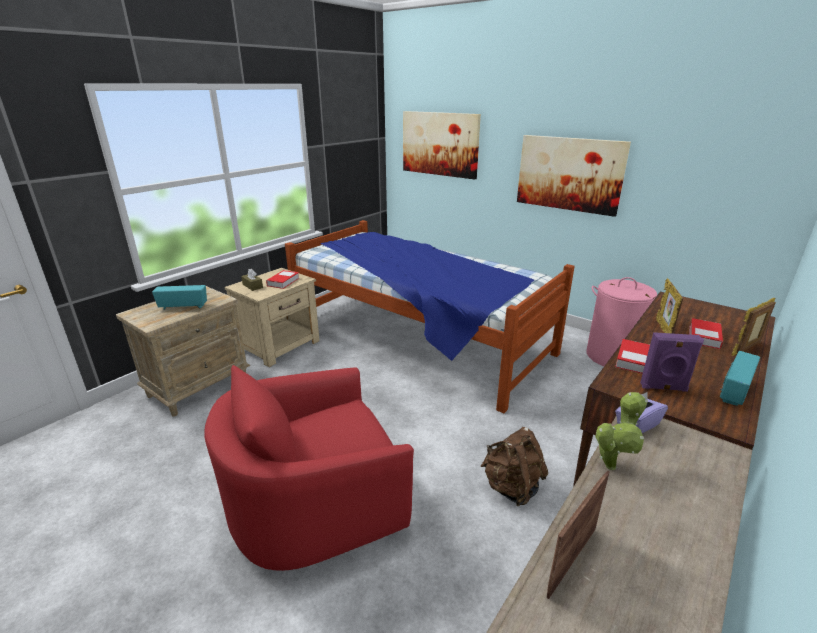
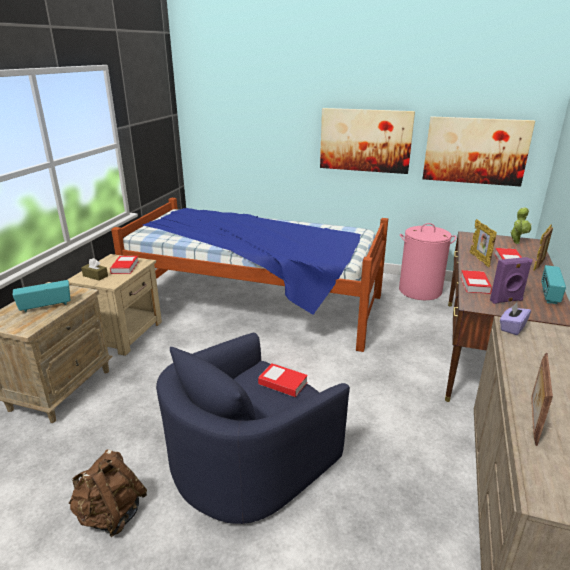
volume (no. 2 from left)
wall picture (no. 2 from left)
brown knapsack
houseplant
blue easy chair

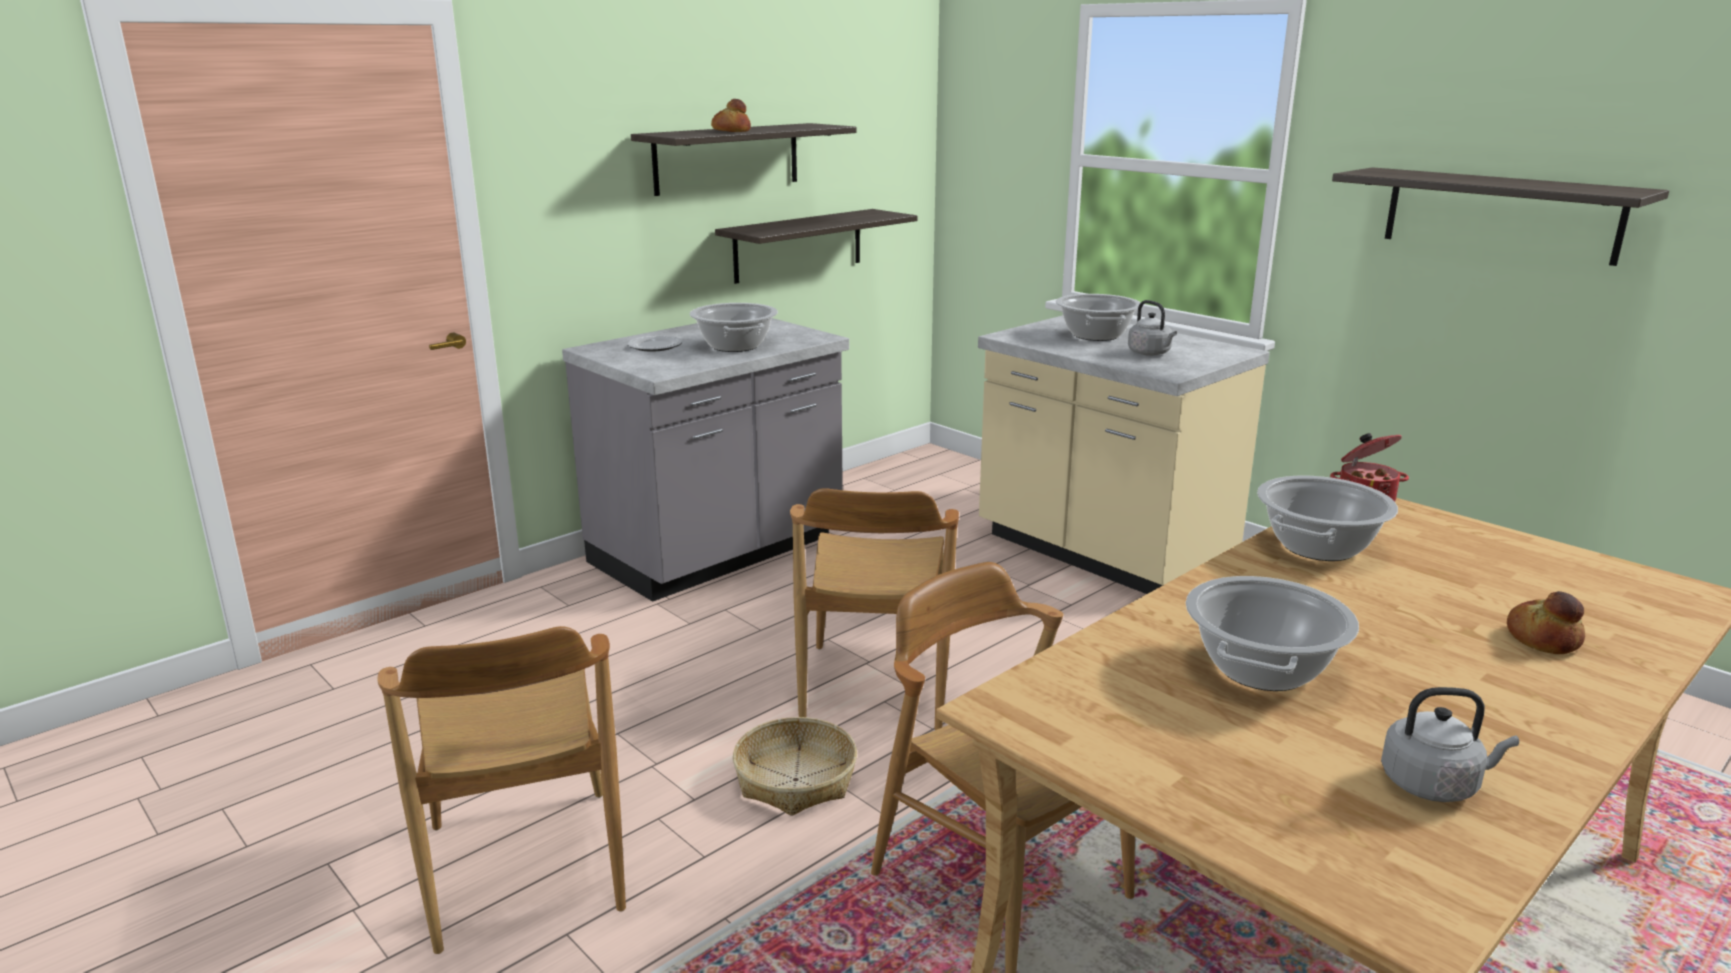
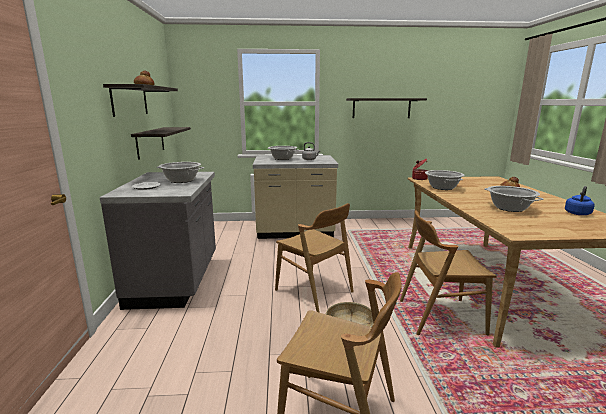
blue kettle

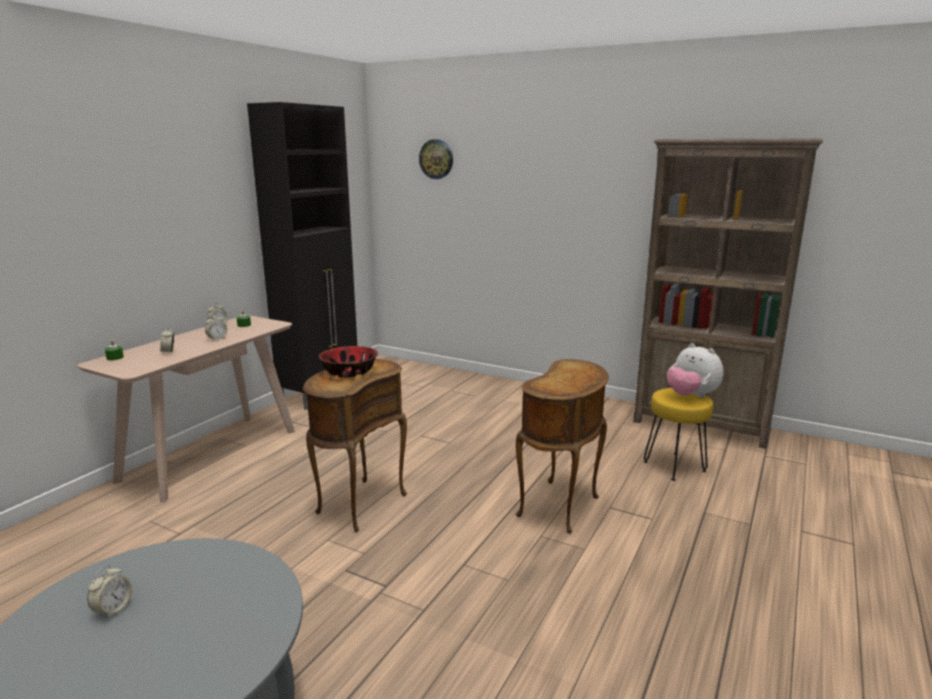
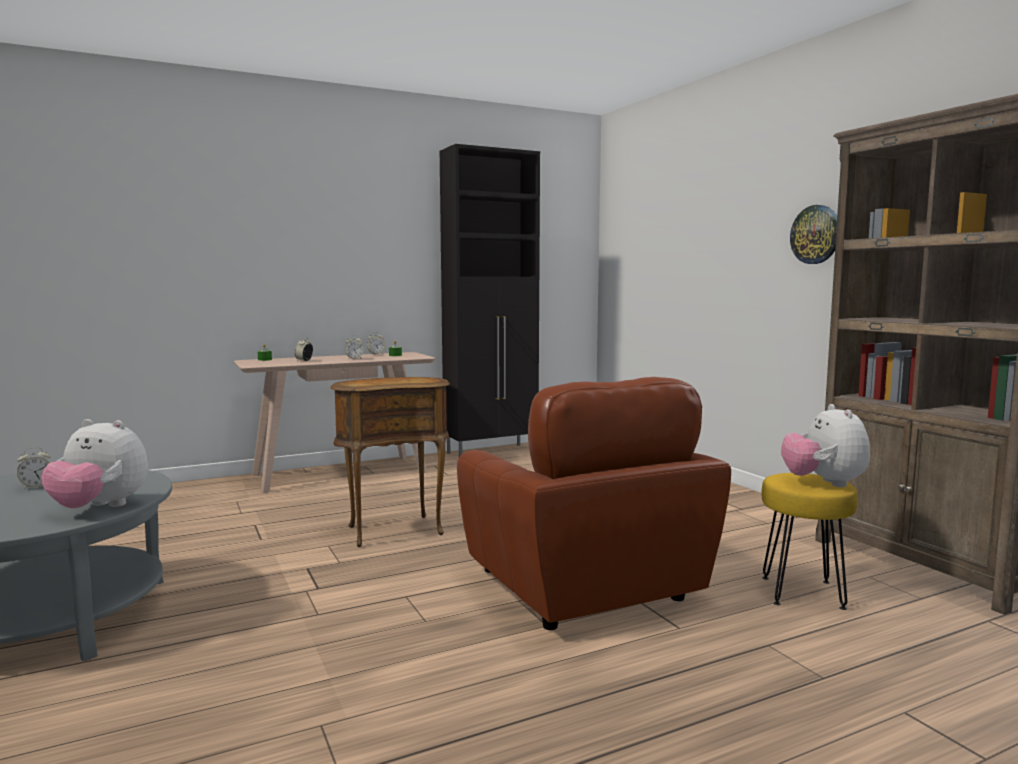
deep dish
cuddly toy (no. 1 from left)
clock on the wall
brown easy chair

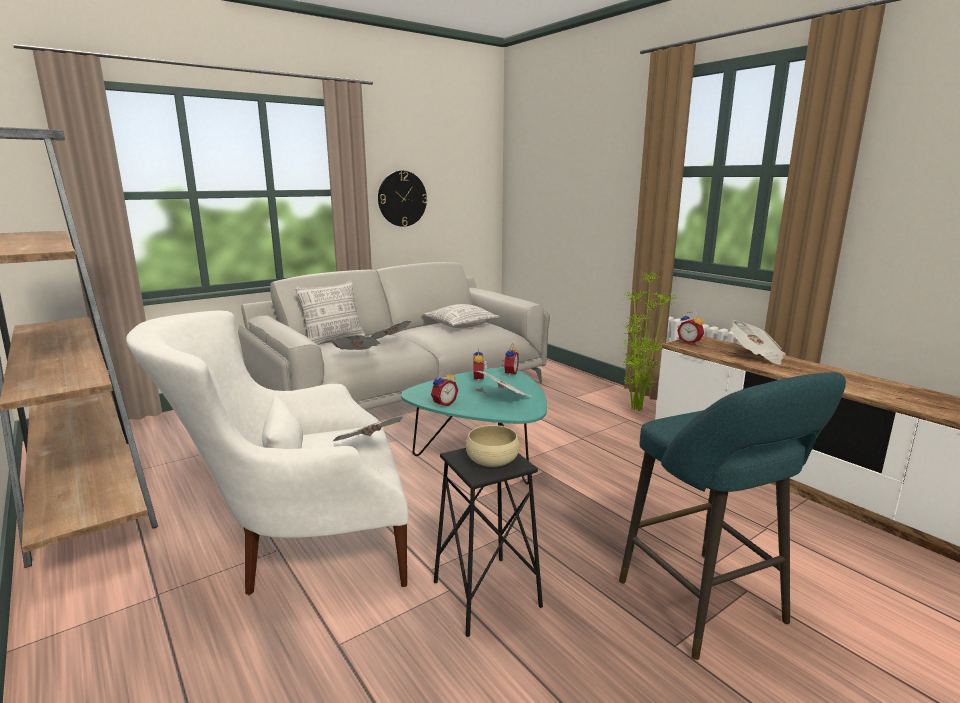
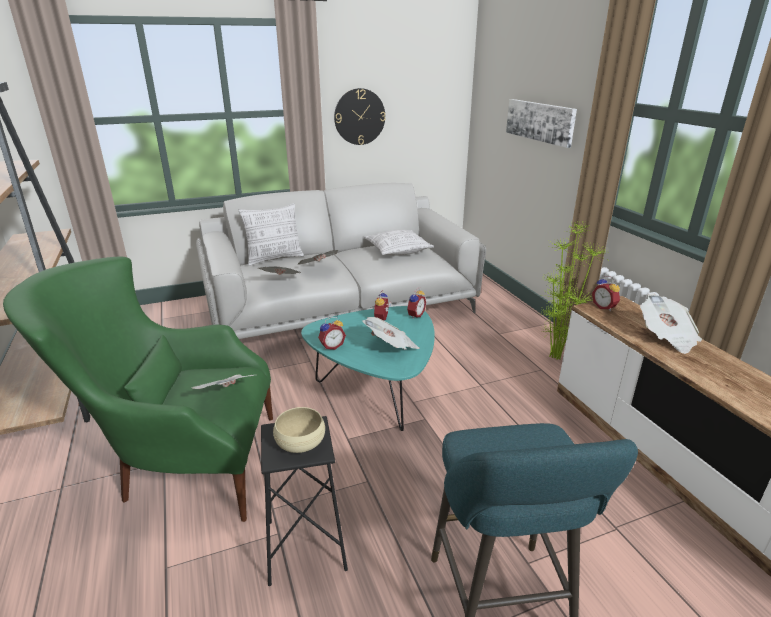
wall picture
green easy chair

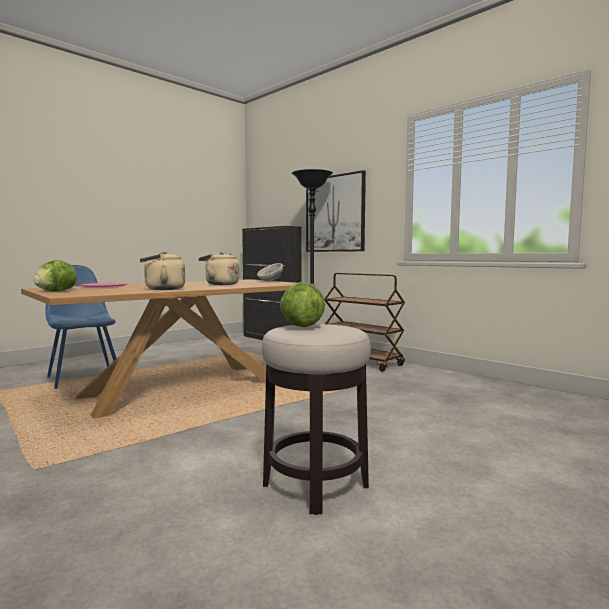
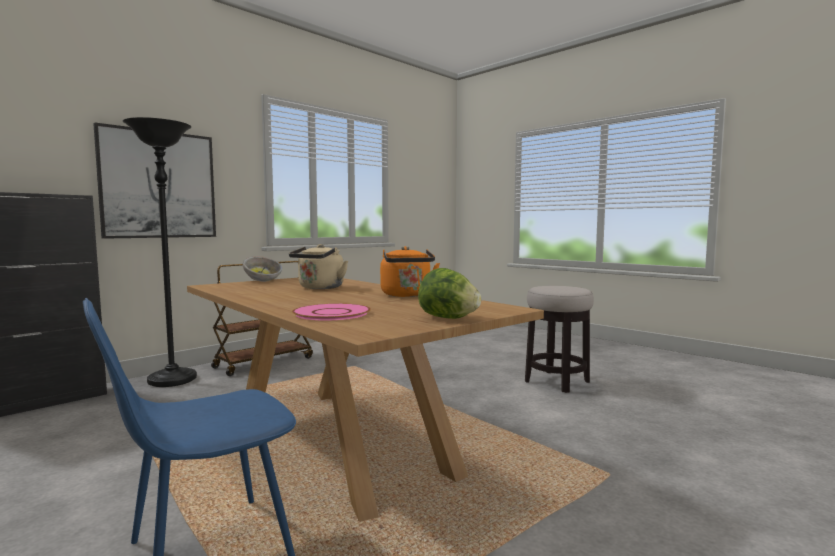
lettuce (no. 2 from left in the first image)
orange-coloured kettle

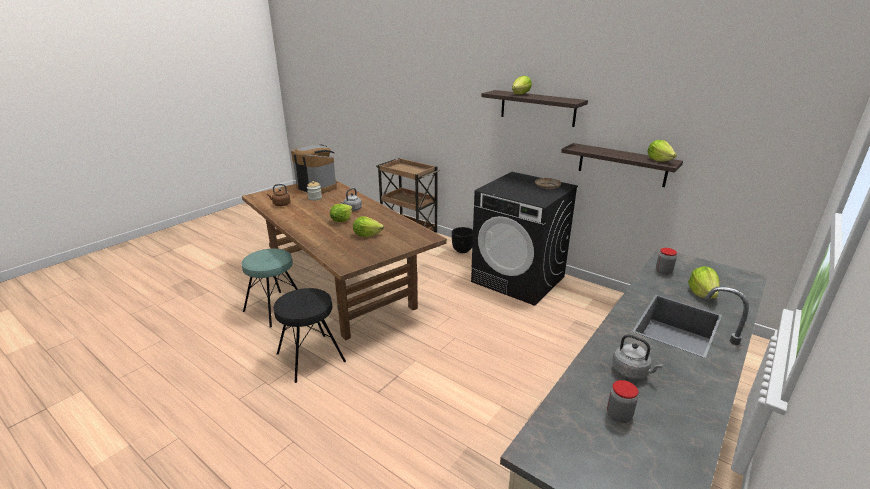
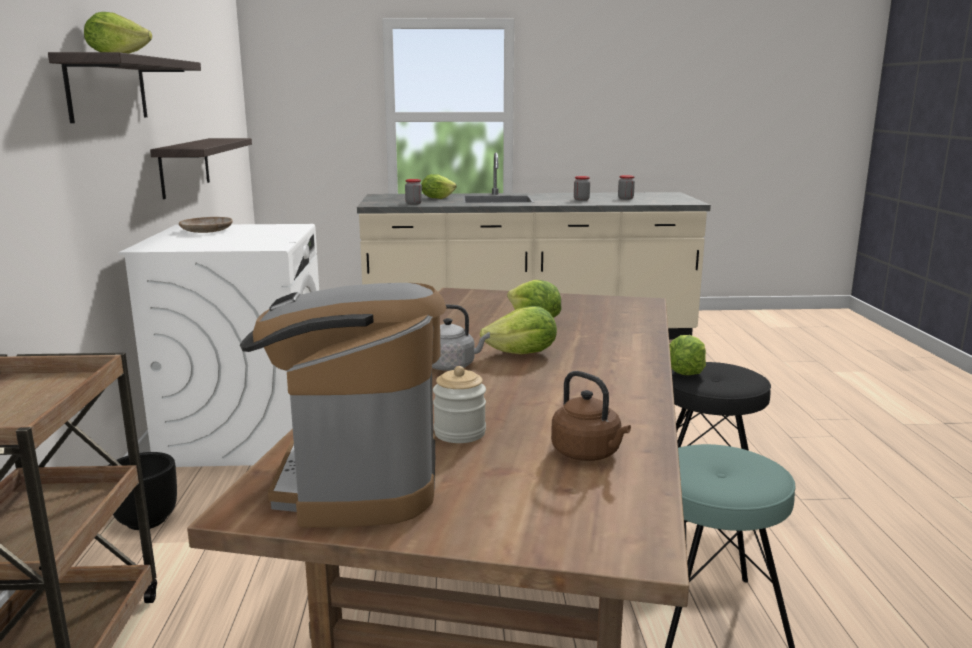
lettuce (no. 5 from left)
preserve jar (no. 3 from left)
whitish laundry appliance

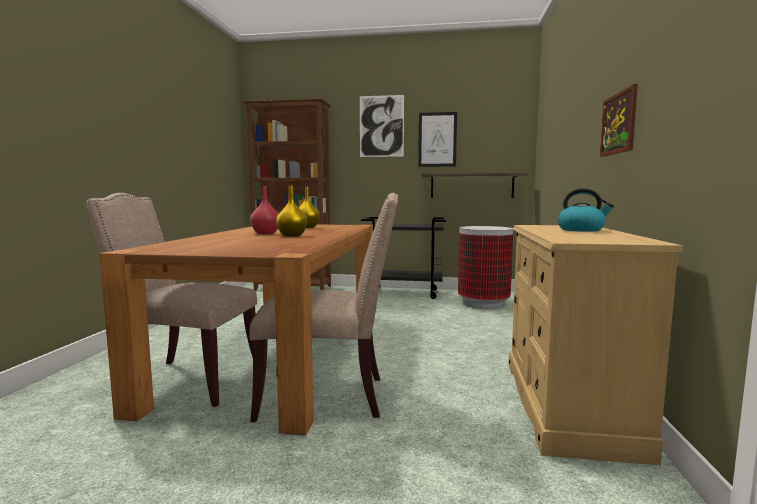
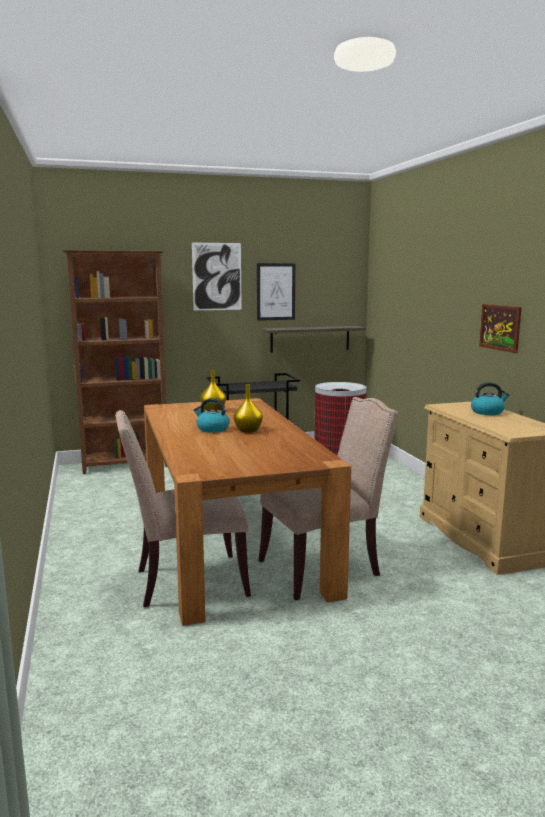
kettle (no. 1 from left)

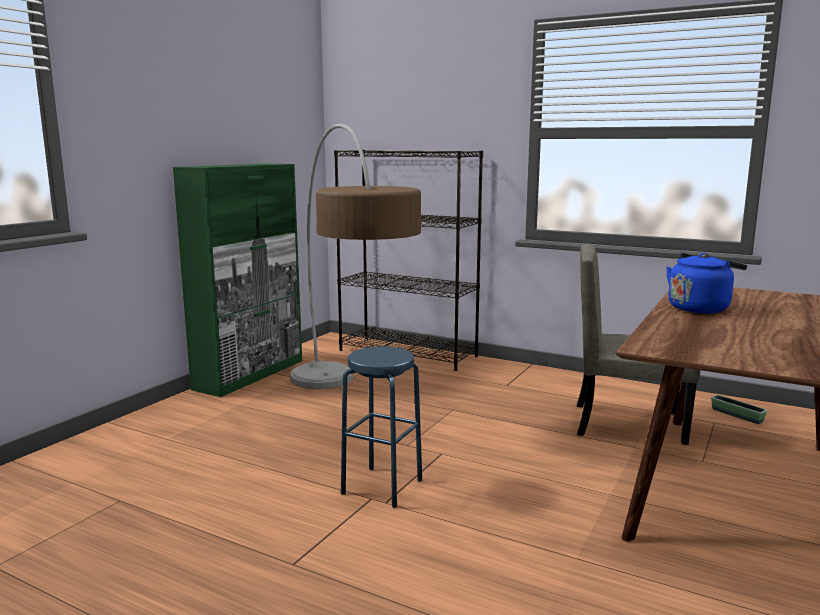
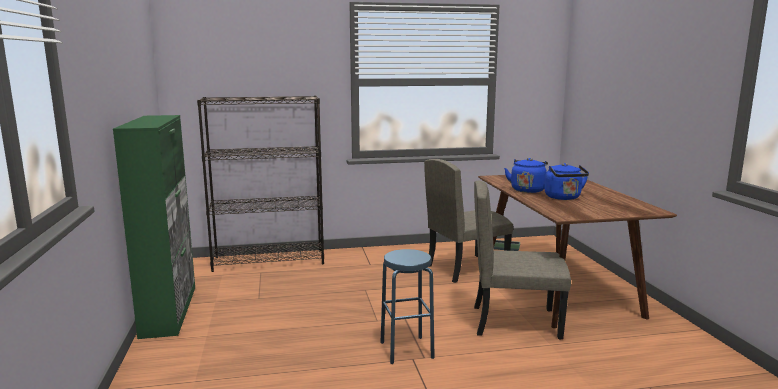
standing lamp
beige-coloured chair (no. 2 from left)
blue kettle (no. 2 from left)

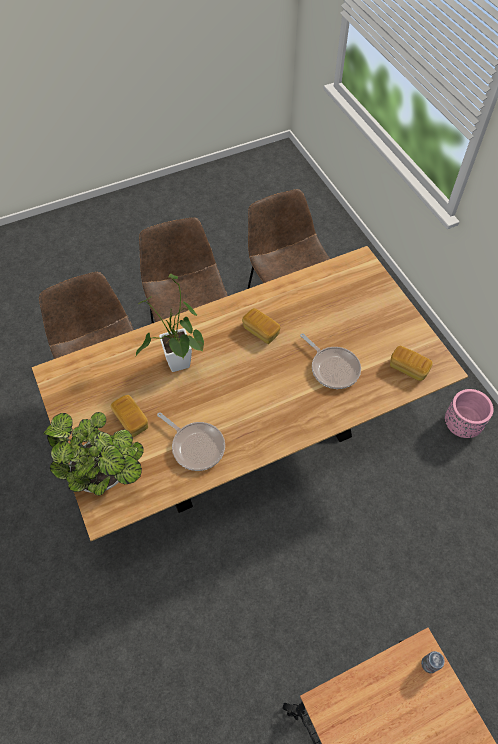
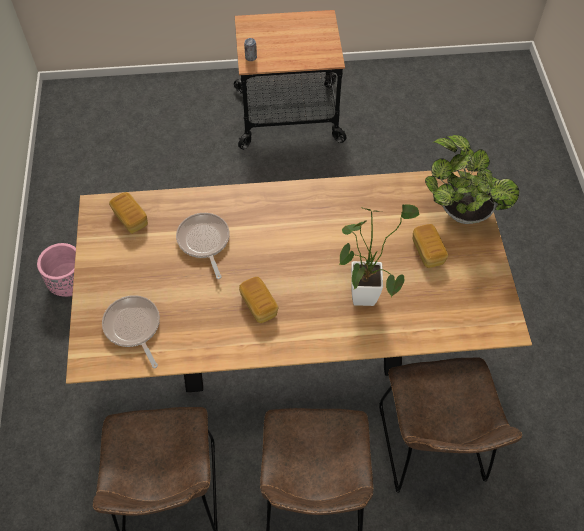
pan (no. 1 from left)

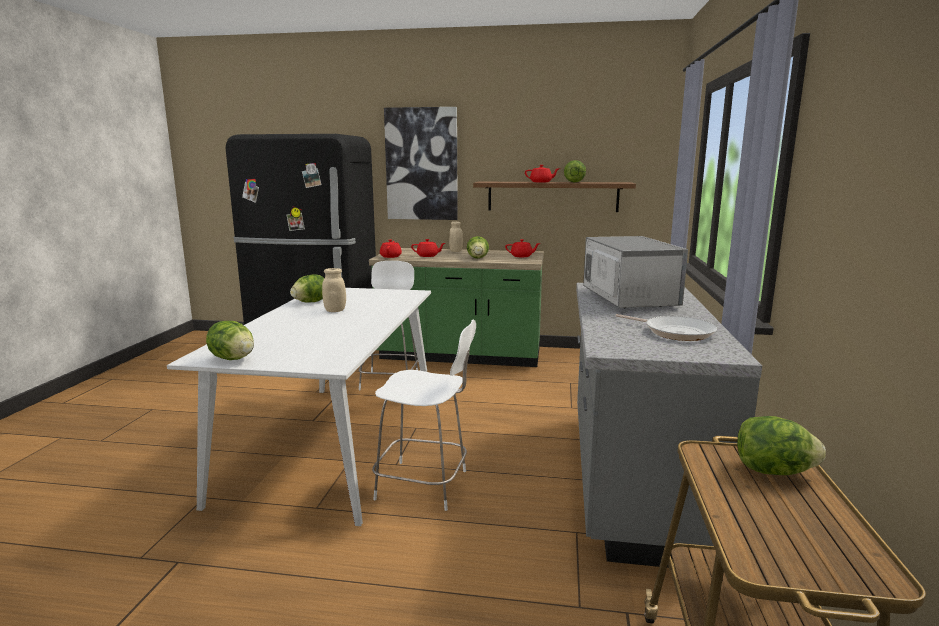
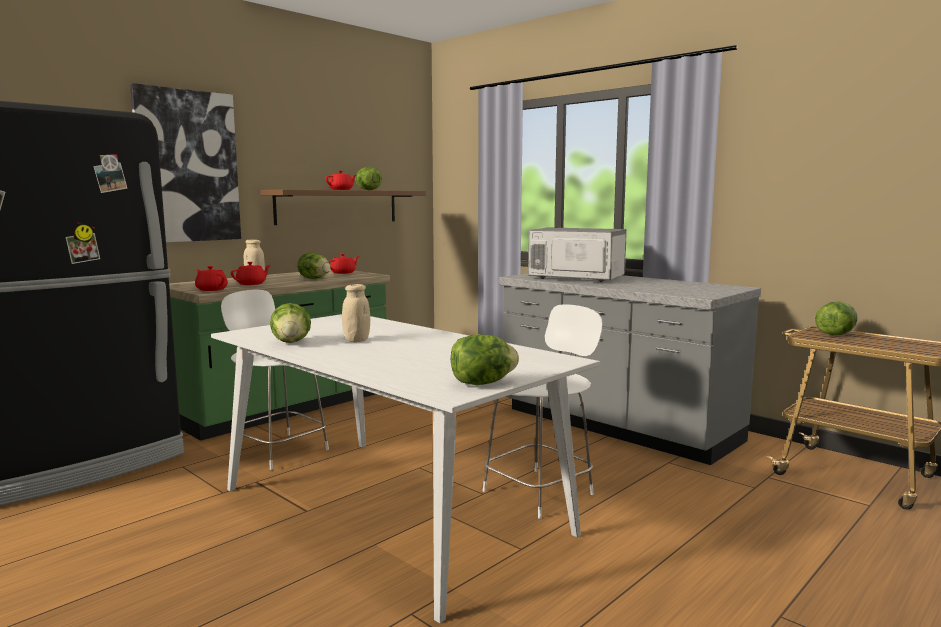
pan

